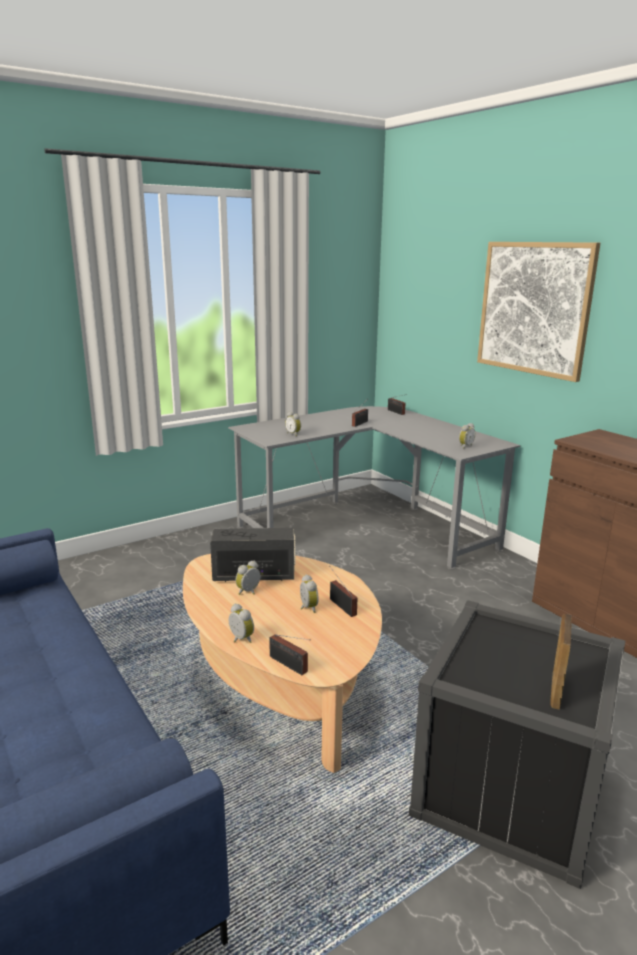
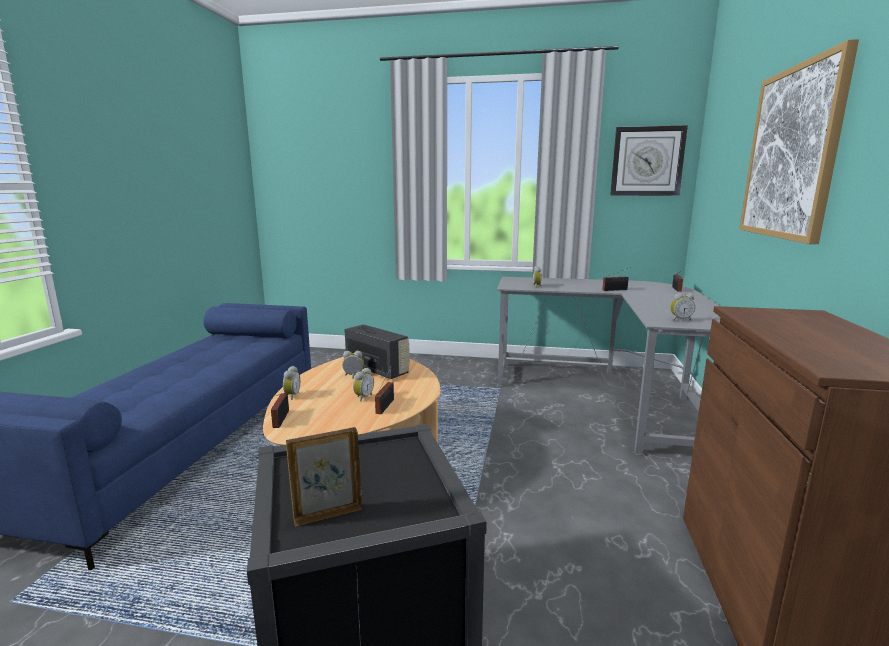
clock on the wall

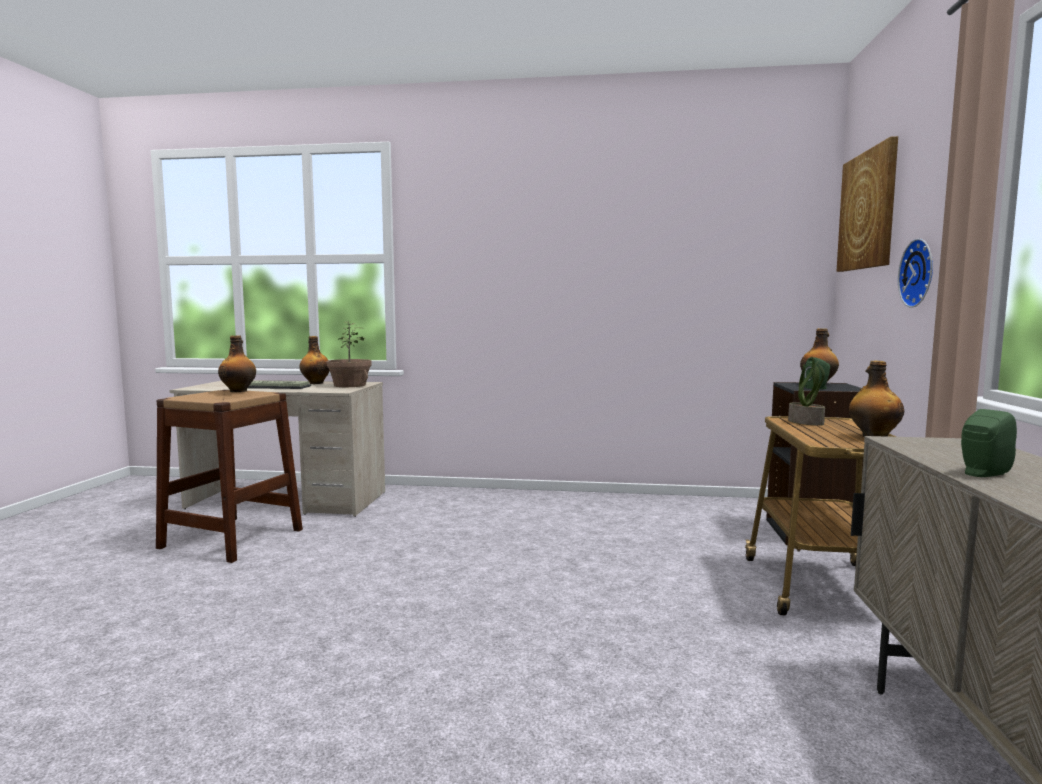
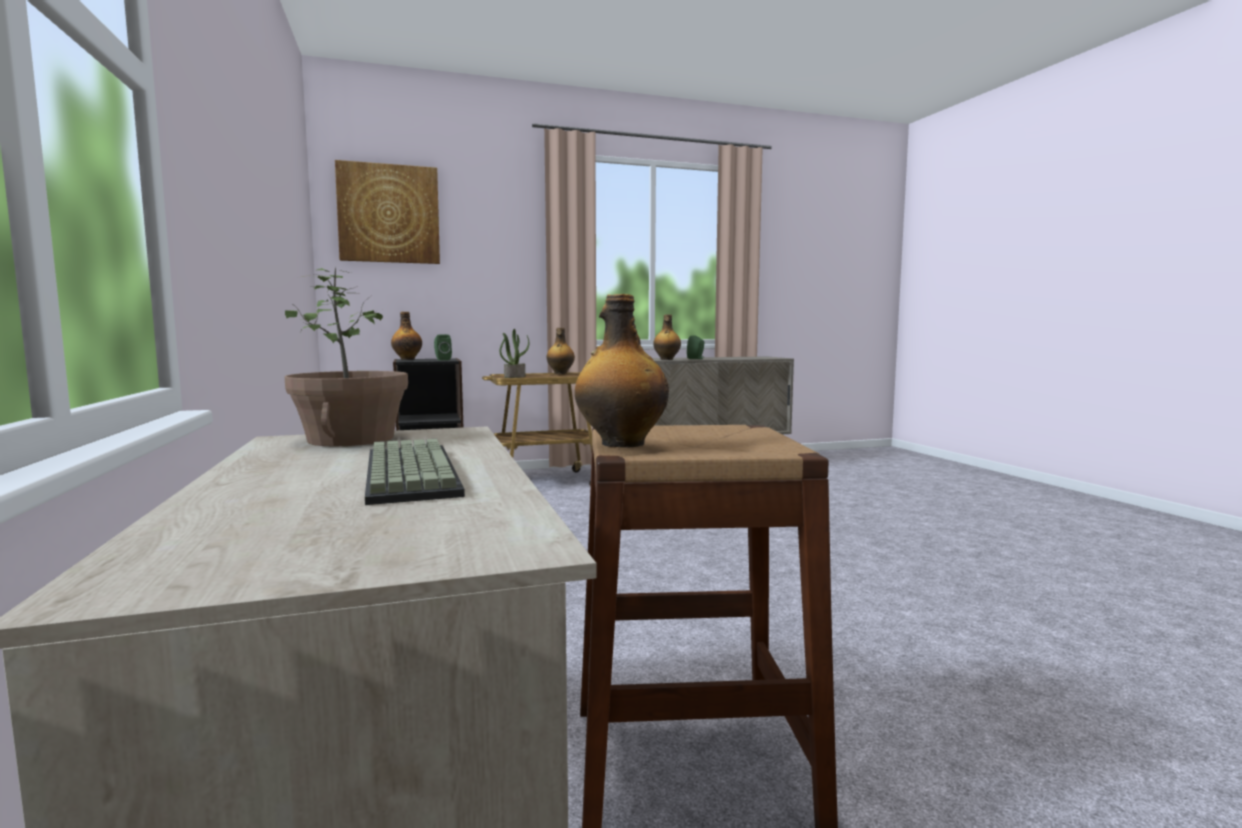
clock on the wall
drink bottle (no. 4 from left)

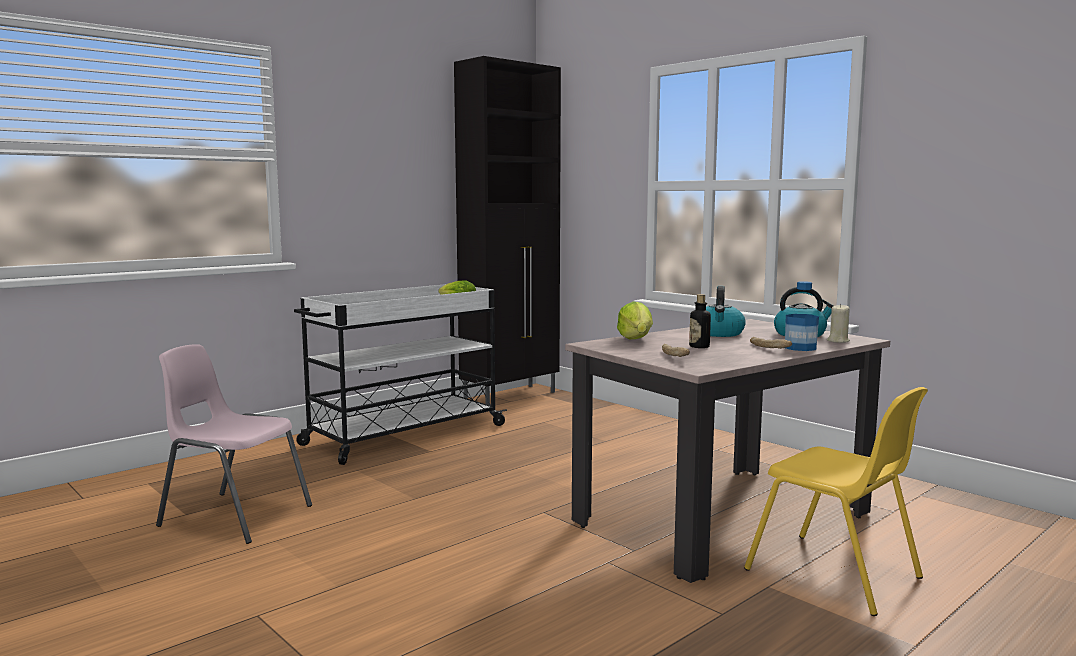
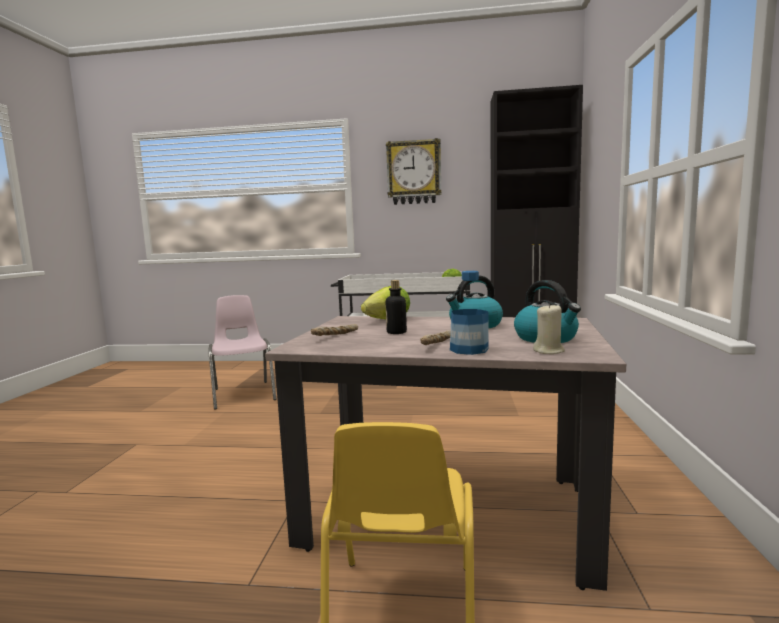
clock on the wall

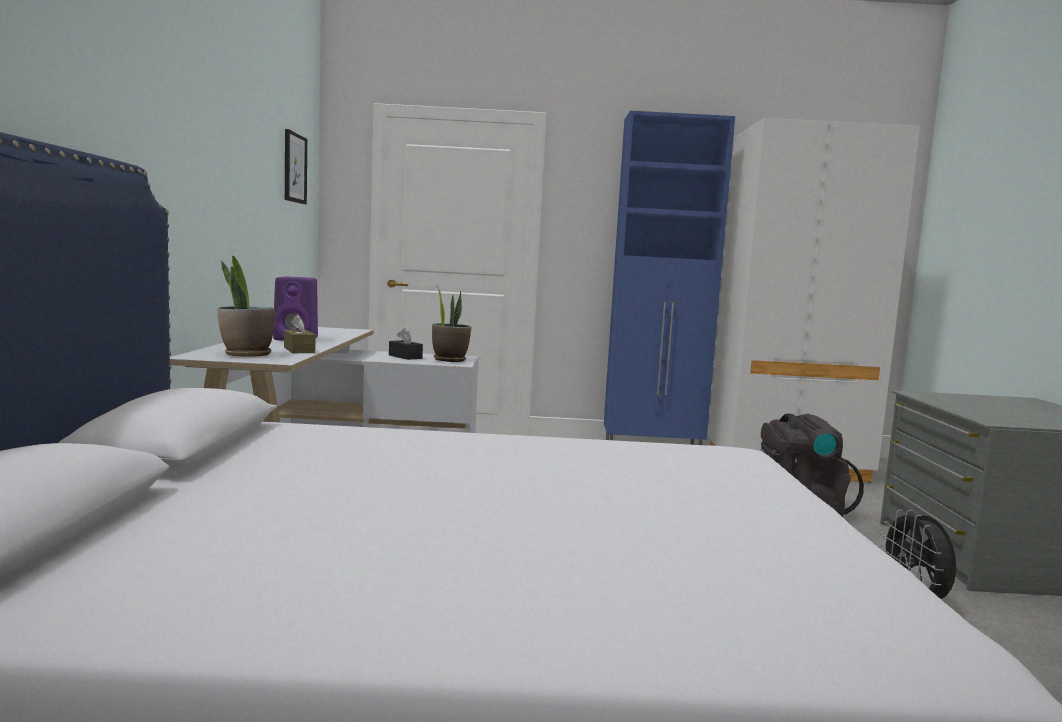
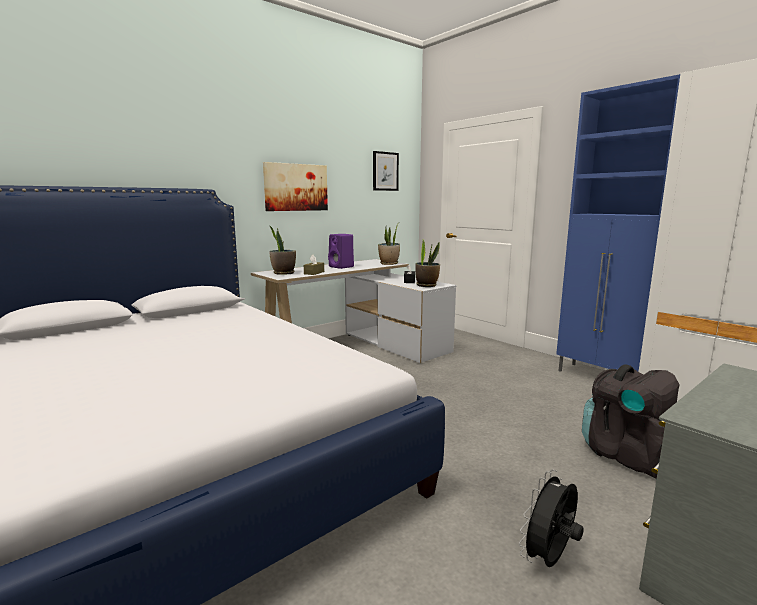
wall picture (no. 1 from left)
houseplant (no. 2 from left)

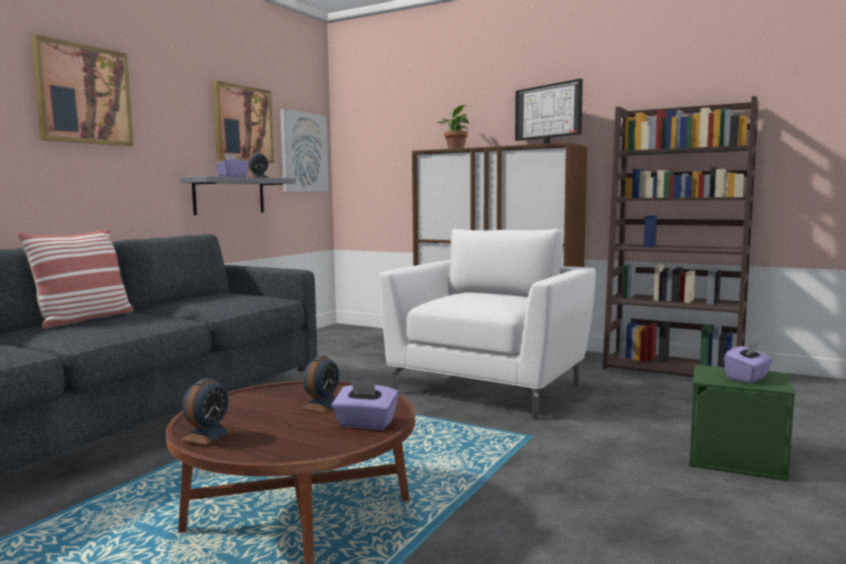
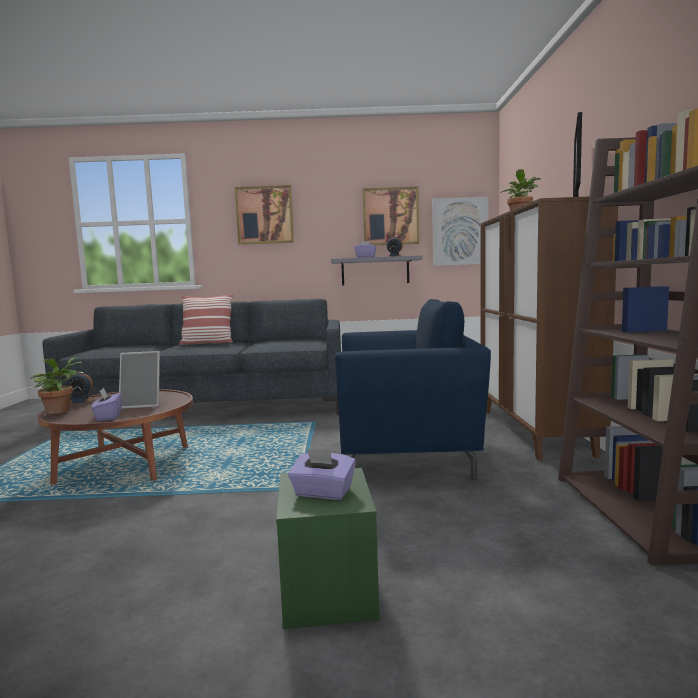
houseplant (no. 1 from left)
standing frame
blue easy chair

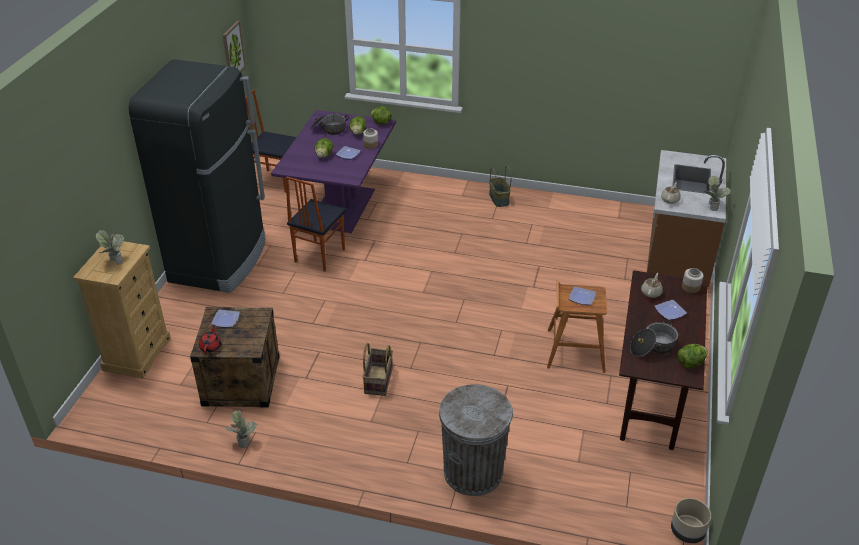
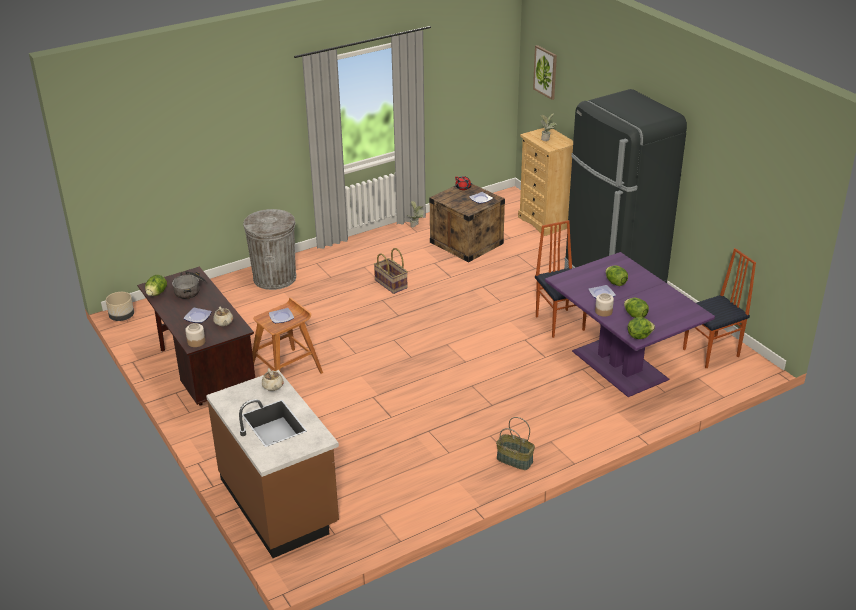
cooking pot (no. 1 from left in the first image)
houseplant (no. 3 from left in the first image)
wall picture

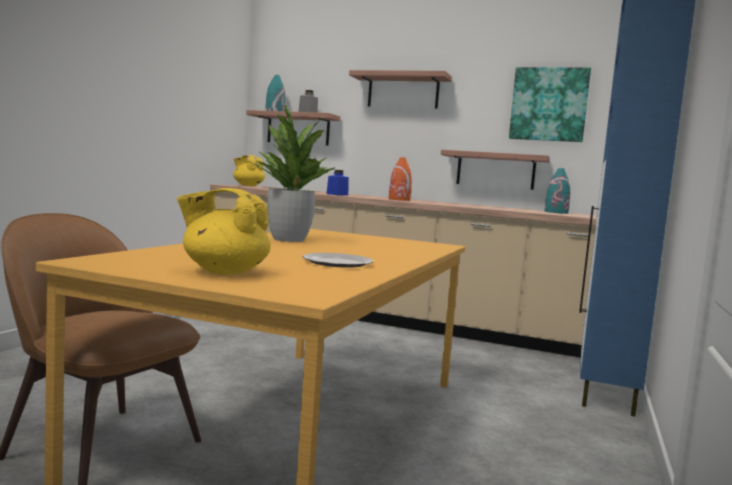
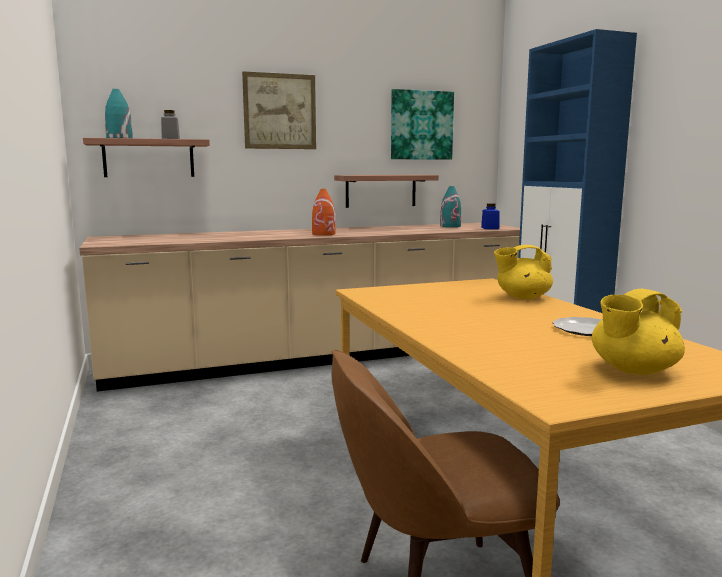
houseplant
yellow teapot (no. 1 from left)
blue preserve jar
wall picture (no. 1 from left)

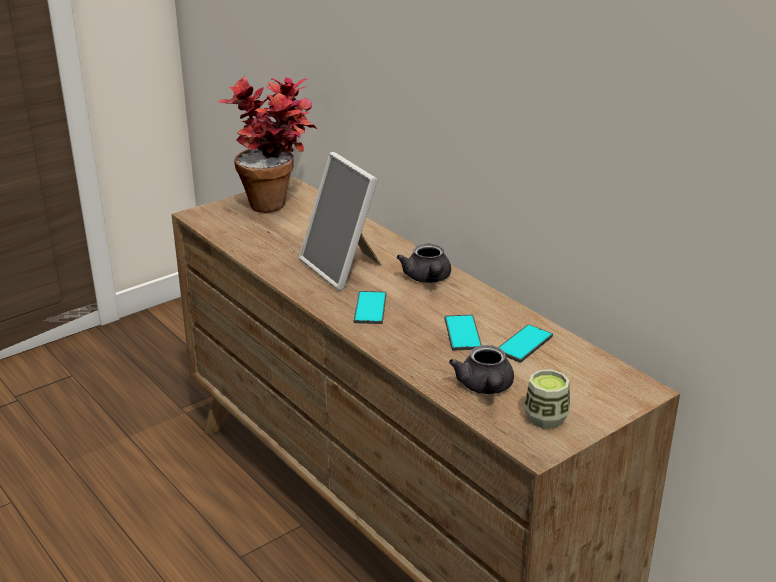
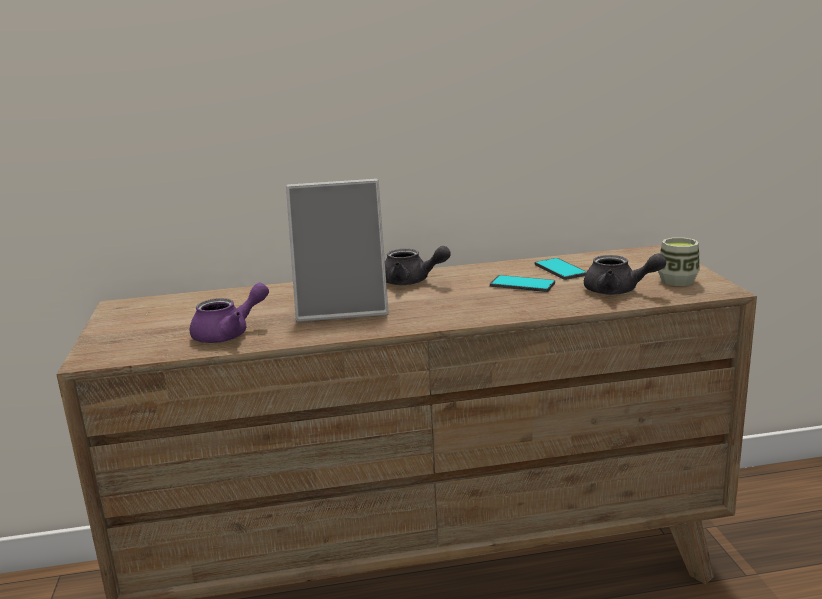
houseplant
phone (no. 1 from left in the first image)
purple-coloured teapot

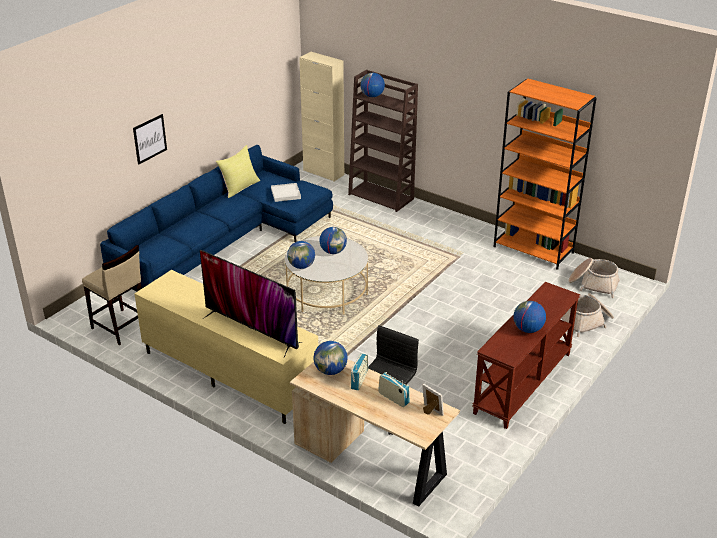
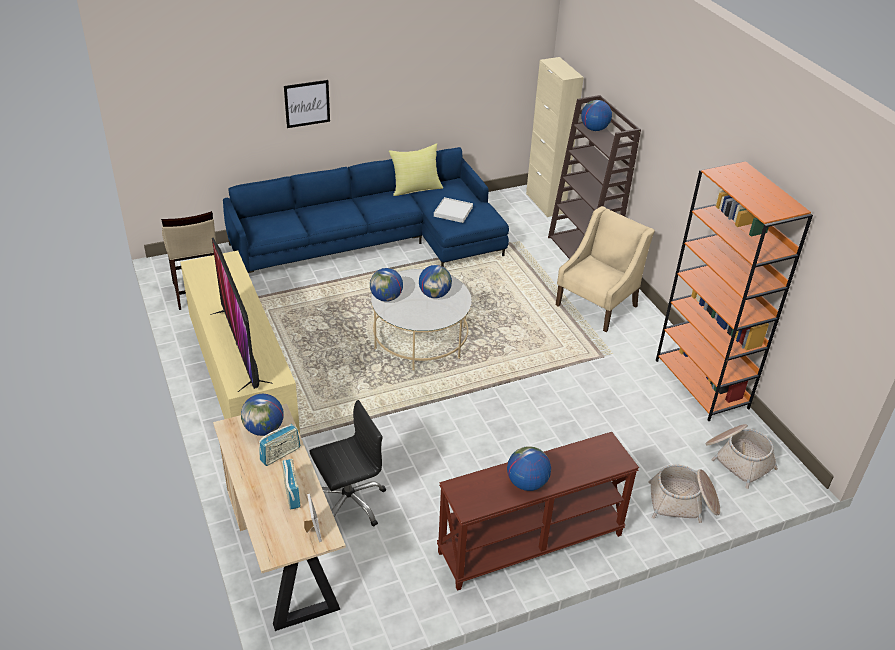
beige-coloured easy chair

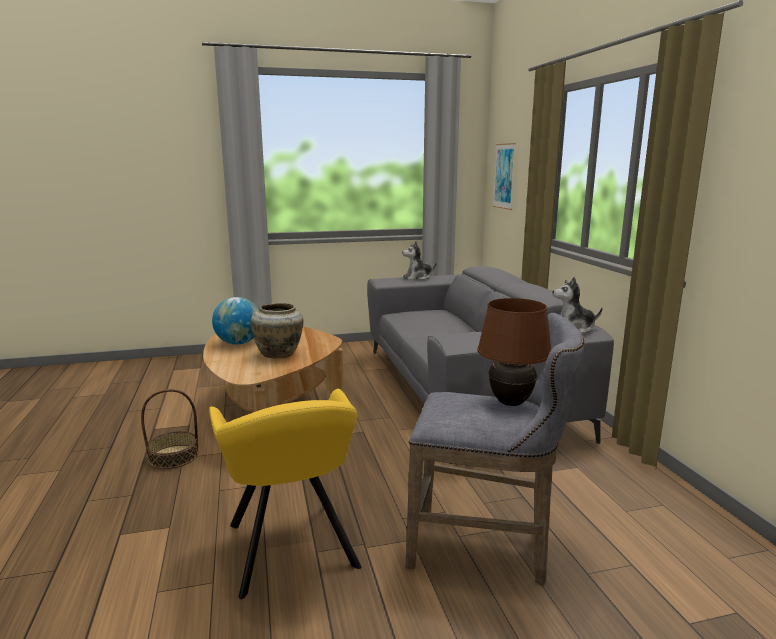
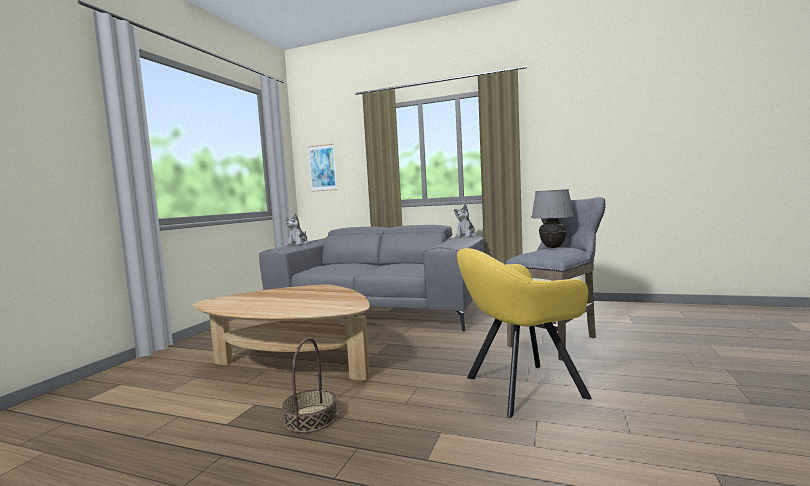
globe
beige-coloured vase
greyish table lamp
yellow easy chair

